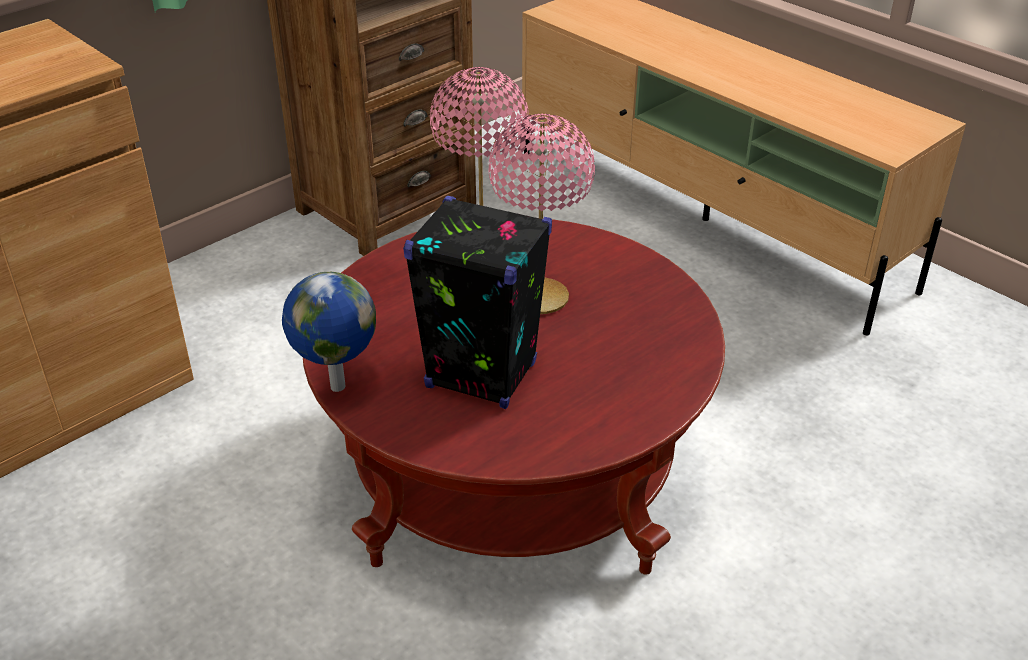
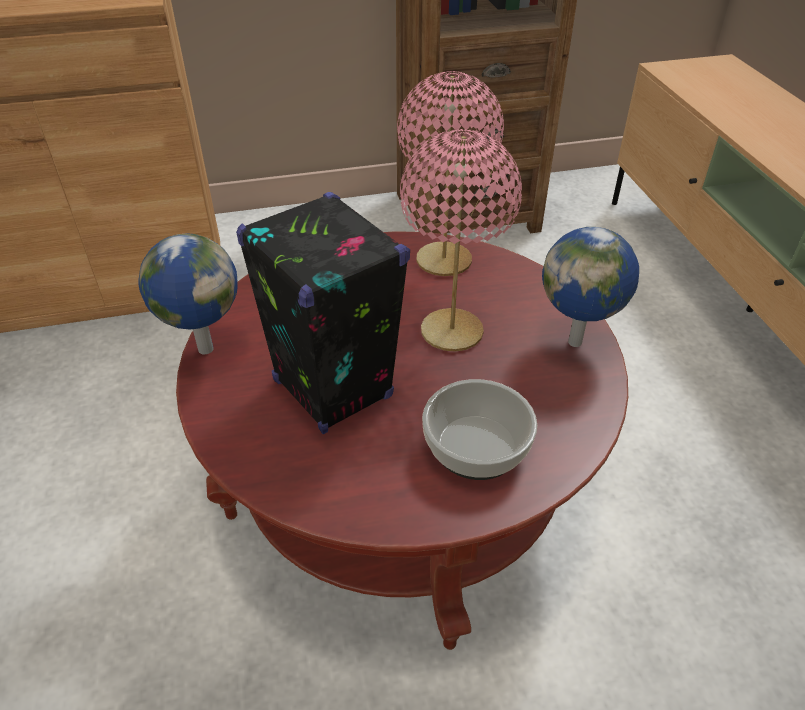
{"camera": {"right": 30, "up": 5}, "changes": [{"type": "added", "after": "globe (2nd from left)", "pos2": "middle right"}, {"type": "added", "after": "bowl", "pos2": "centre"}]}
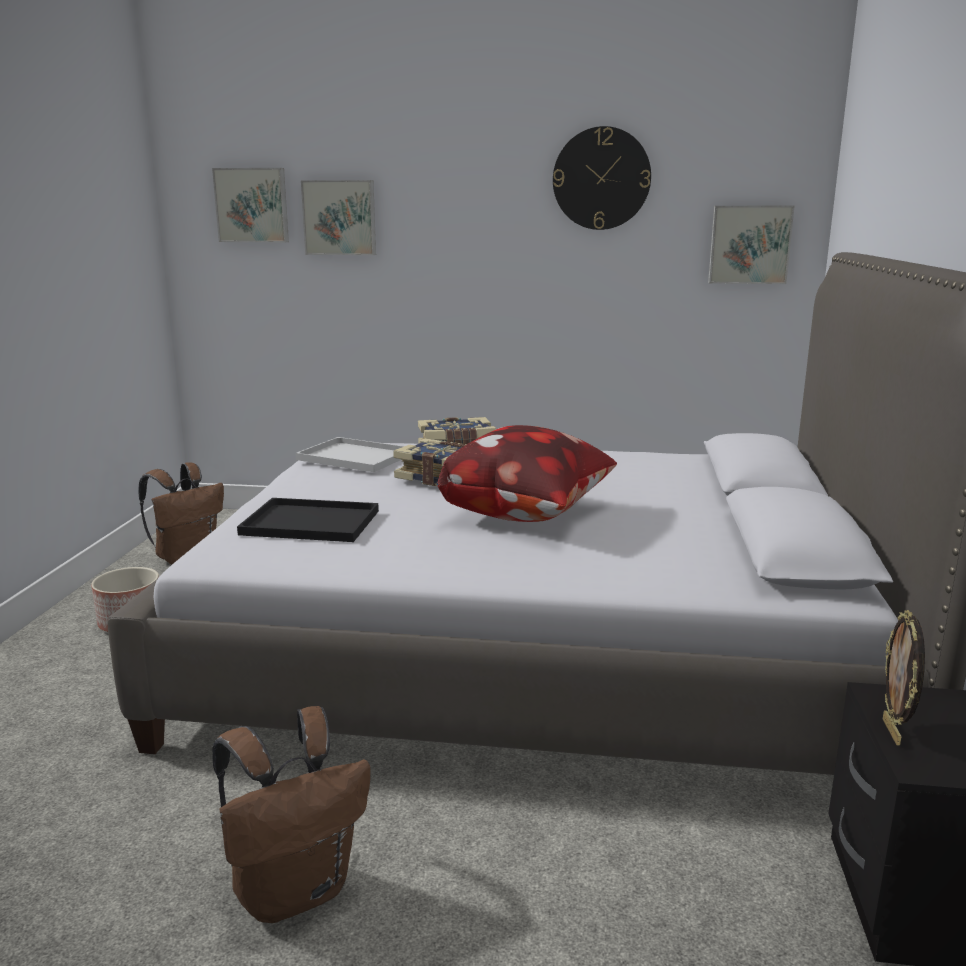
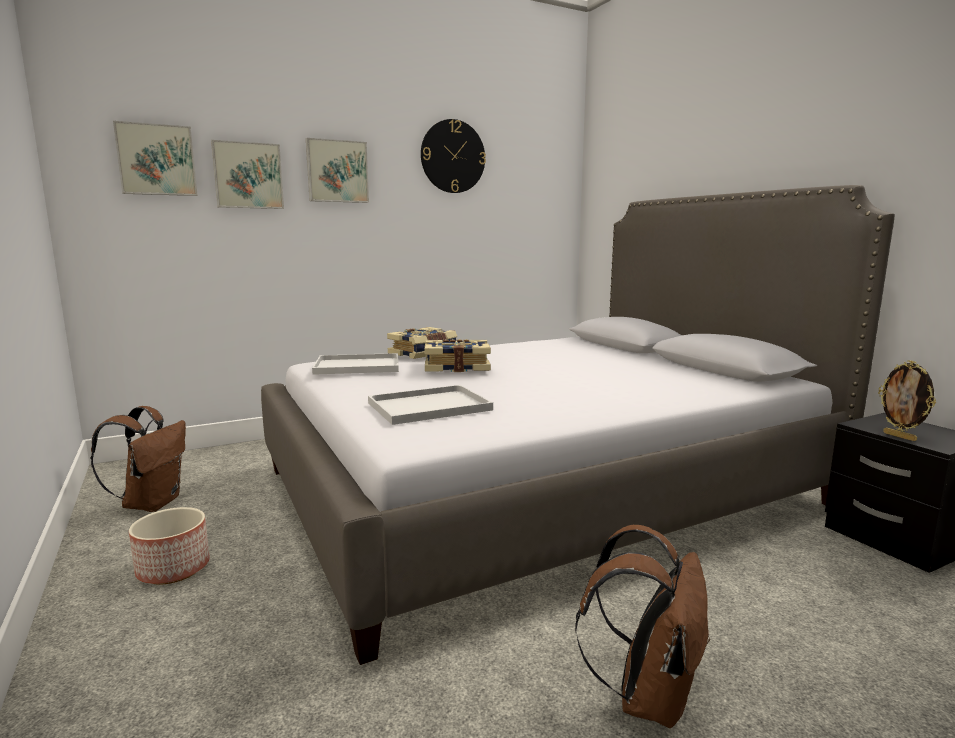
{"camera": {"right": -35, "up": -5}, "changes": [{"type": "moved", "before": "picture (3rd from left)", "pos1": "top right", "pos2": "top centre"}, {"type": "removed", "before": "pillow", "pos1": "centre"}, {"type": "recoloured", "before": "tray (black)", "after": "tray (white) (2nd from left)", "pos1": "middle left", "pos2": "centre"}]}
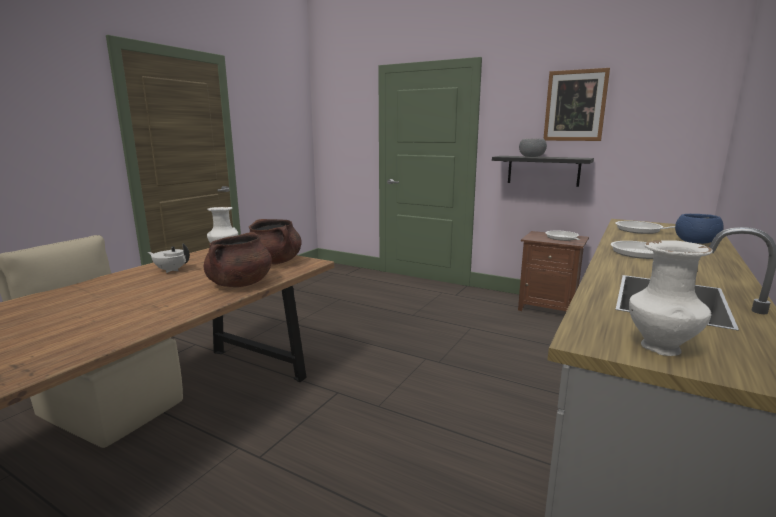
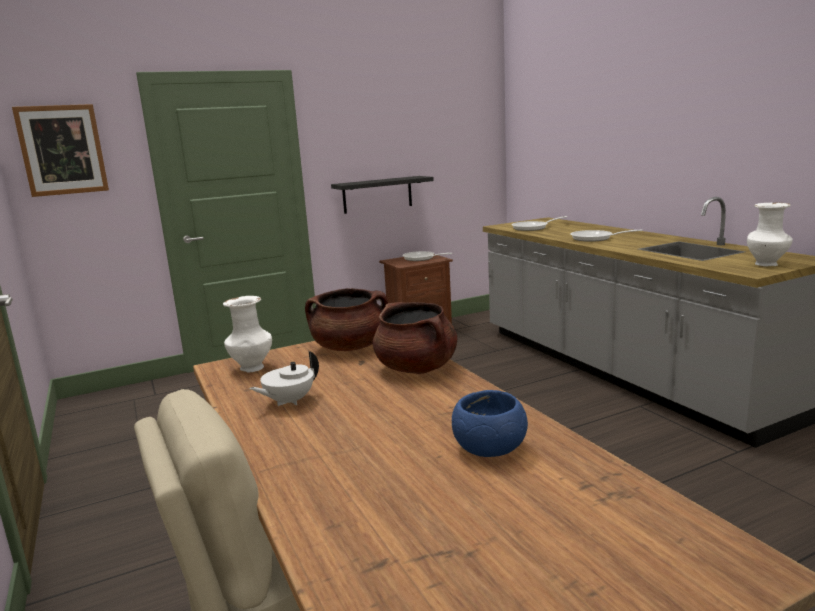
{"camera": {"right": -55, "up": 0}, "changes": [{"type": "moved", "before": "picture", "pos1": "top right", "pos2": "top left"}, {"type": "removed", "before": "bowl (grey)", "pos1": "top right"}, {"type": "moved", "before": "bowl (blue)", "pos1": "middle right", "pos2": "bottom centre"}]}
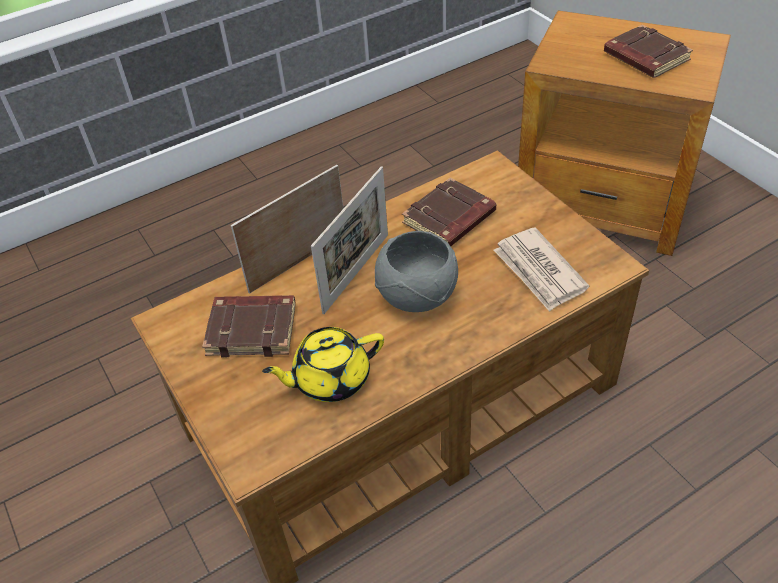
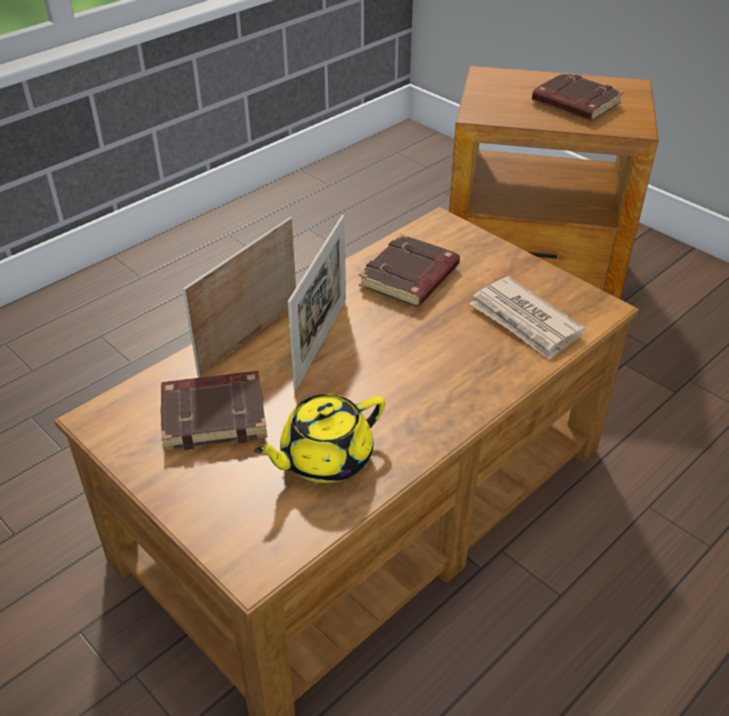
{"camera": {"right": -15, "up": -5}, "changes": [{"type": "removed", "before": "bowl (grey)", "pos1": "centre"}]}
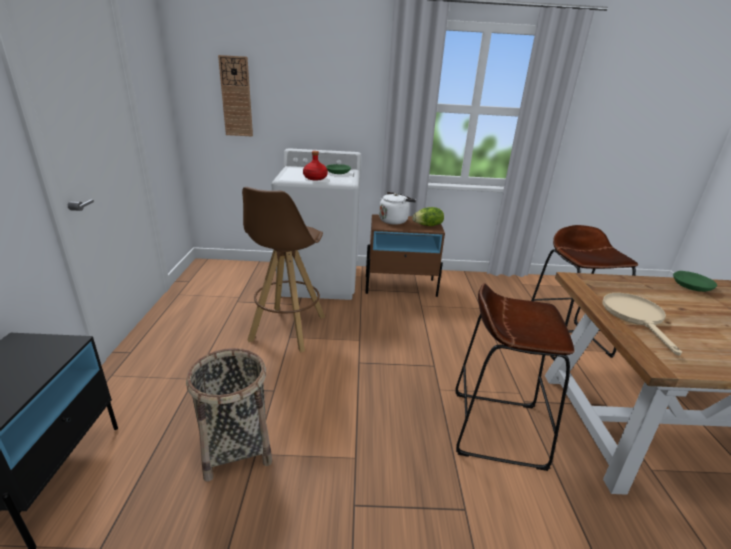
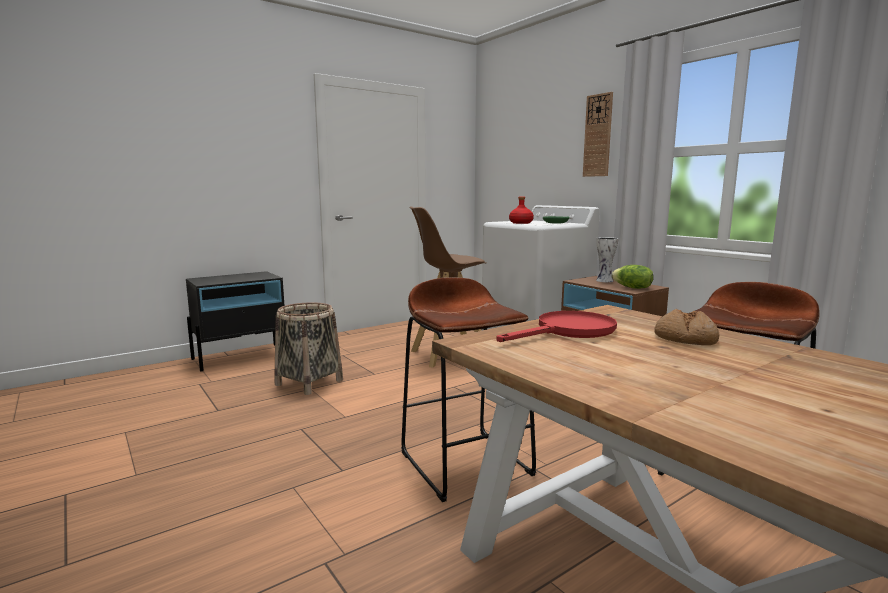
{"camera": {"right": 55, "up": -15}, "changes": [{"type": "moved", "before": "wall clock", "pos1": "top left", "pos2": "top right"}, {"type": "replaced", "before": "kettle (white)", "after": "vase", "pos1": "centre", "pos2": "middle right"}, {"type": "removed", "before": "bowl (green) (2nd from left)", "pos1": "middle right"}, {"type": "recoloured", "before": "frying pan (beige)", "after": "frying pan (red)", "pos1": "middle right", "pos2": "centre"}, {"type": "added", "after": "bread", "pos2": "middle right"}]}
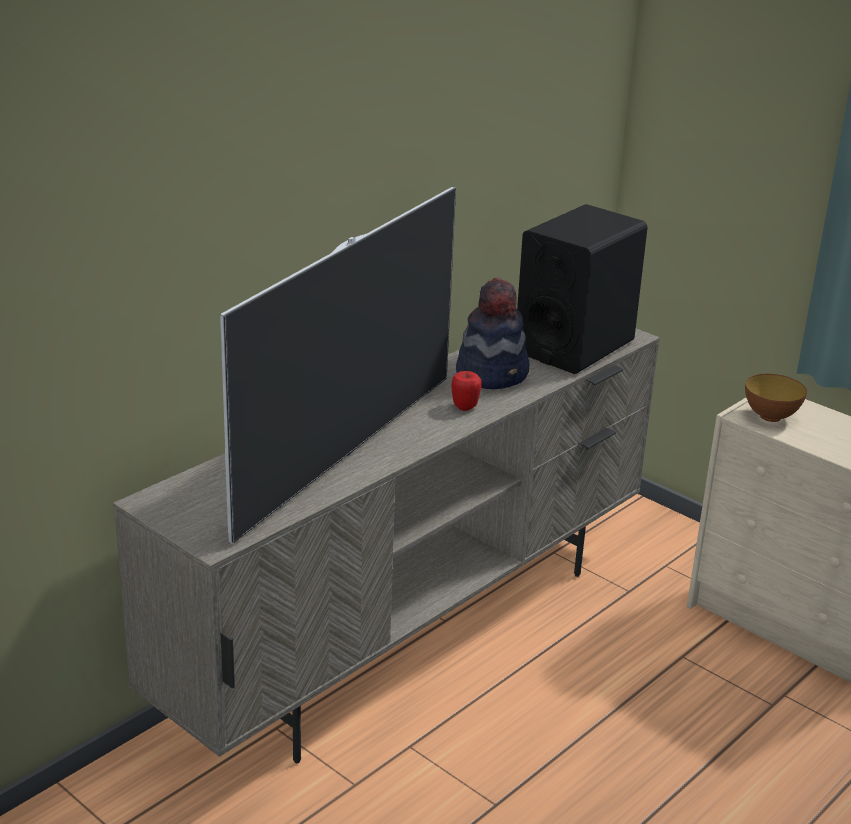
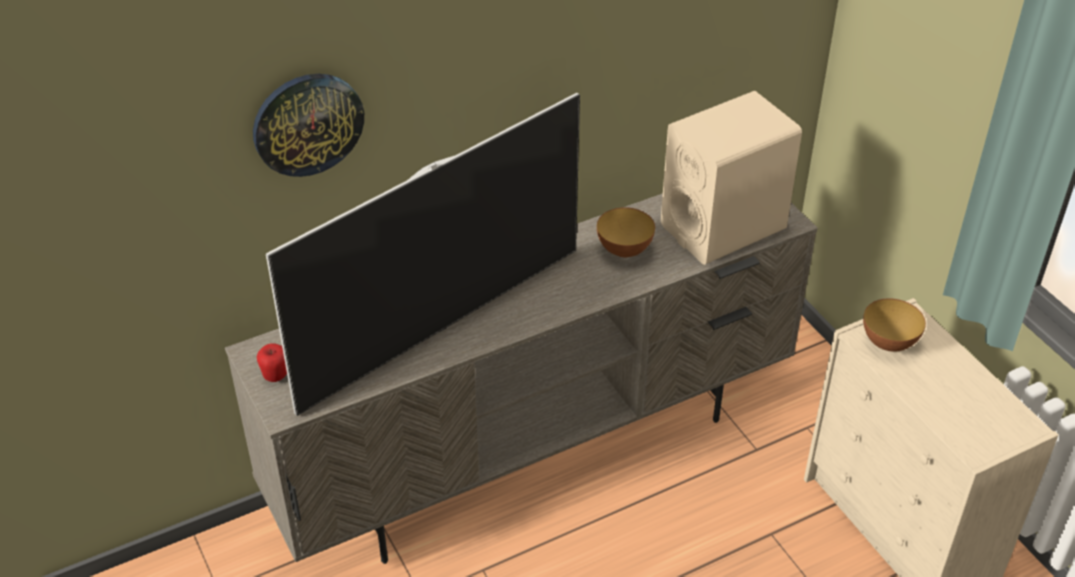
{"camera": {"right": 20, "up": 15}, "changes": [{"type": "recoloured", "before": "speaker (black)", "after": "speaker (beige)", "pos1": "middle right", "pos2": "top right"}, {"type": "replaced", "before": "hat", "after": "bowl (1st from left)", "pos1": "centre", "pos2": "centre"}, {"type": "moved", "before": "apple", "pos1": "centre", "pos2": "middle left"}, {"type": "added", "after": "wall clock", "pos2": "top left"}]}
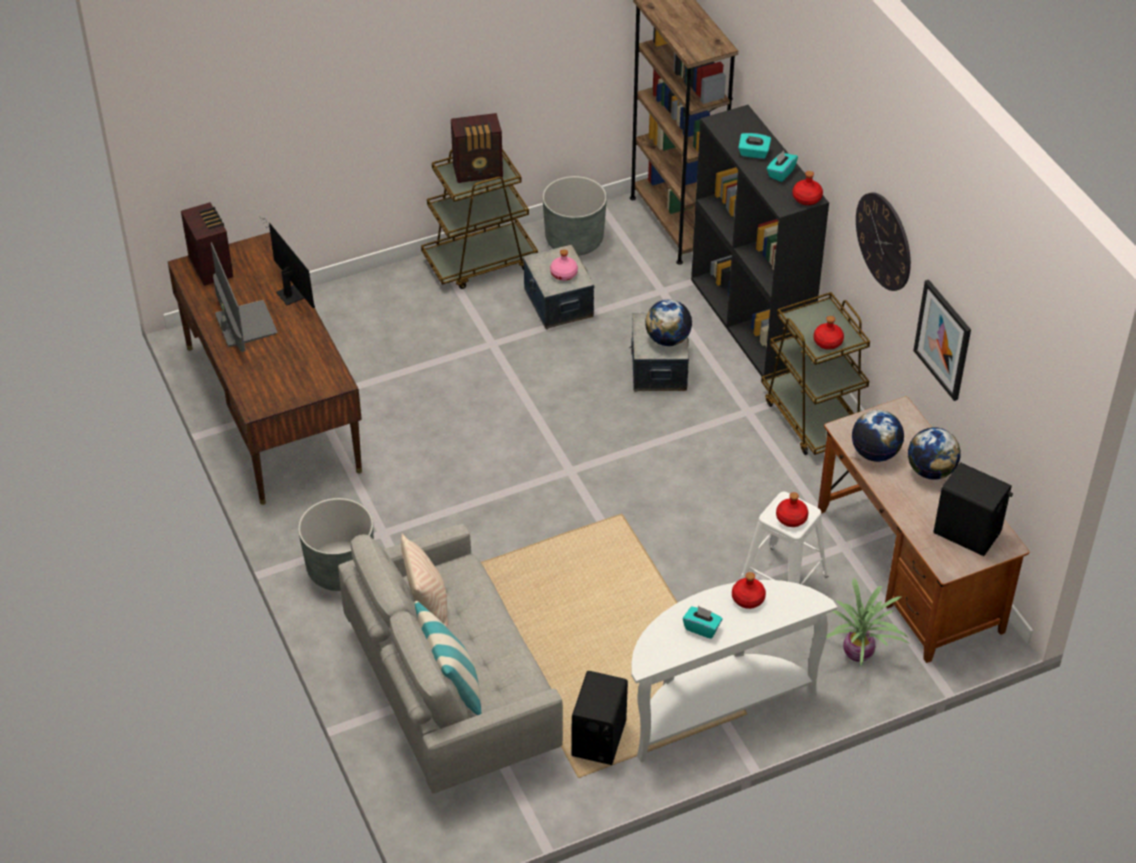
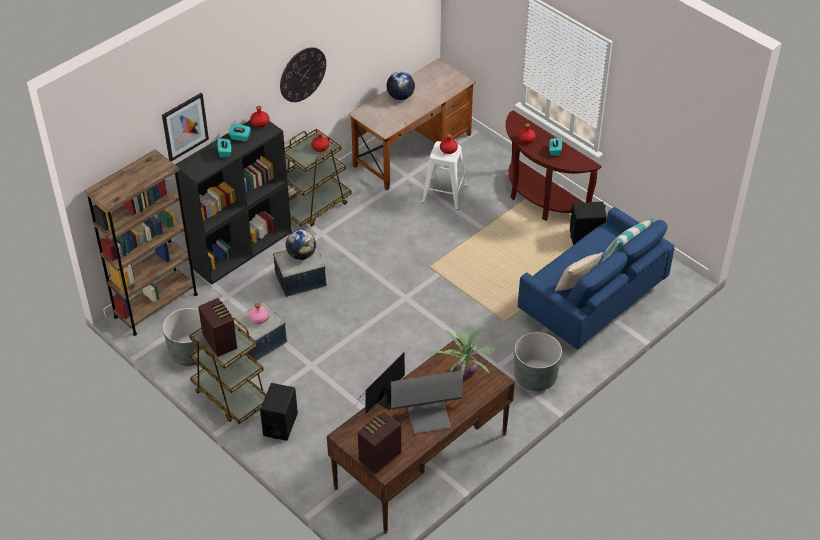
{"camera": {"right": -110, "up": 0}, "changes": [{"type": "turned", "before": "monitor (1st from left in the first image)", "pos1": "middle left", "pos2": "bottom centre", "turn": -150}, {"type": "moved", "before": "picture", "pos1": "middle right", "pos2": "top left"}, {"type": "removed", "before": "globe (2nd from left)", "pos1": "middle right"}, {"type": "moved", "before": "speaker (black) (2nd from left in the first image)", "after": "speaker (black) (1st from left)", "pos1": "middle right", "pos2": "bottom centre"}, {"type": "recoloured", "before": "sofa (grey)", "after": "sofa (blue)", "pos1": "bottom centre", "pos2": "middle right"}, {"type": "moved", "before": "potted plant", "pos1": "bottom right", "pos2": "centre"}, {"type": "recoloured", "before": "console table (white)", "after": "console table (brown)", "pos1": "bottom centre", "pos2": "top right"}]}
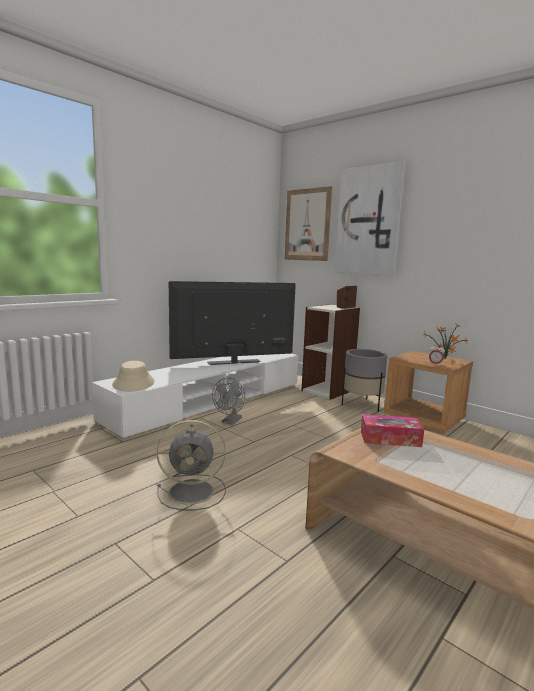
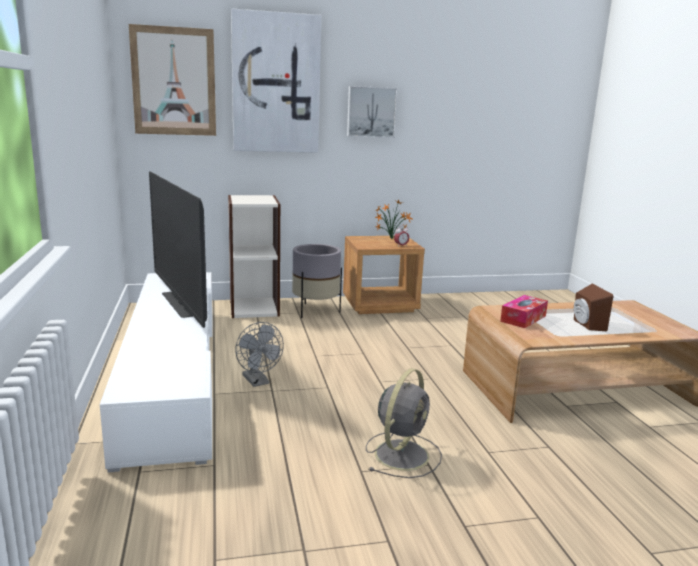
{"camera": {"right": -55, "up": 5}, "changes": [{"type": "turned", "before": "television", "pos1": "centre", "pos2": "middle left", "turn": -45}, {"type": "moved", "before": "speaker (brown)", "pos1": "centre", "pos2": "middle right"}, {"type": "removed", "before": "hat (beige)", "pos1": "middle left"}, {"type": "added", "after": "picture (3rd from left)", "pos2": "top centre"}]}
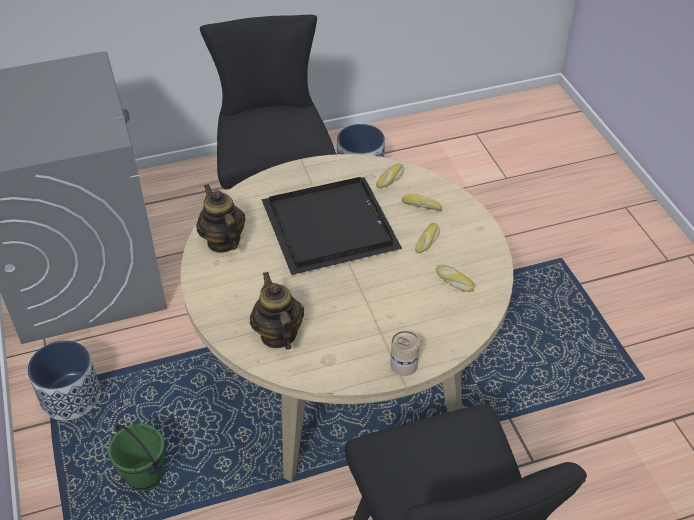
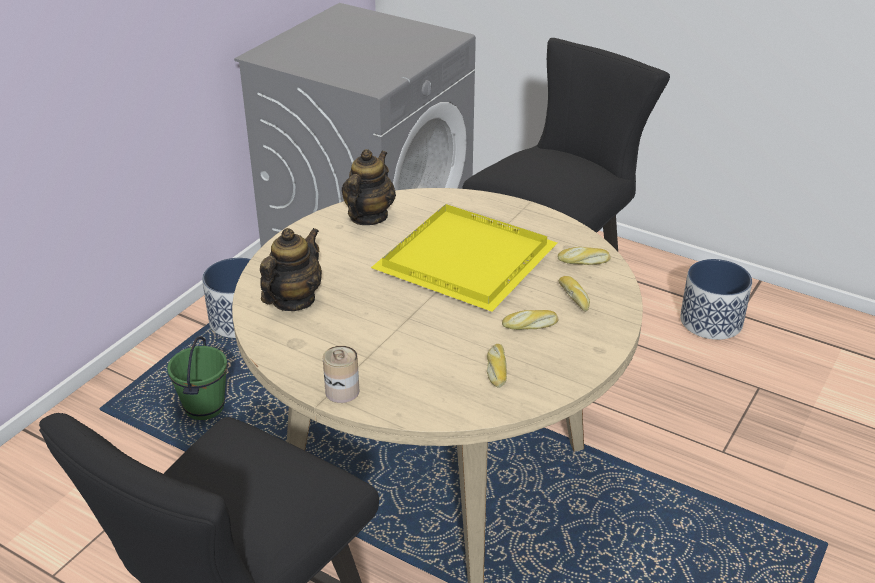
{"camera": {"right": 50, "up": -10}, "changes": [{"type": "recoloured", "before": "tray (black)", "after": "tray (yellow)", "pos1": "centre", "pos2": "centre"}]}
